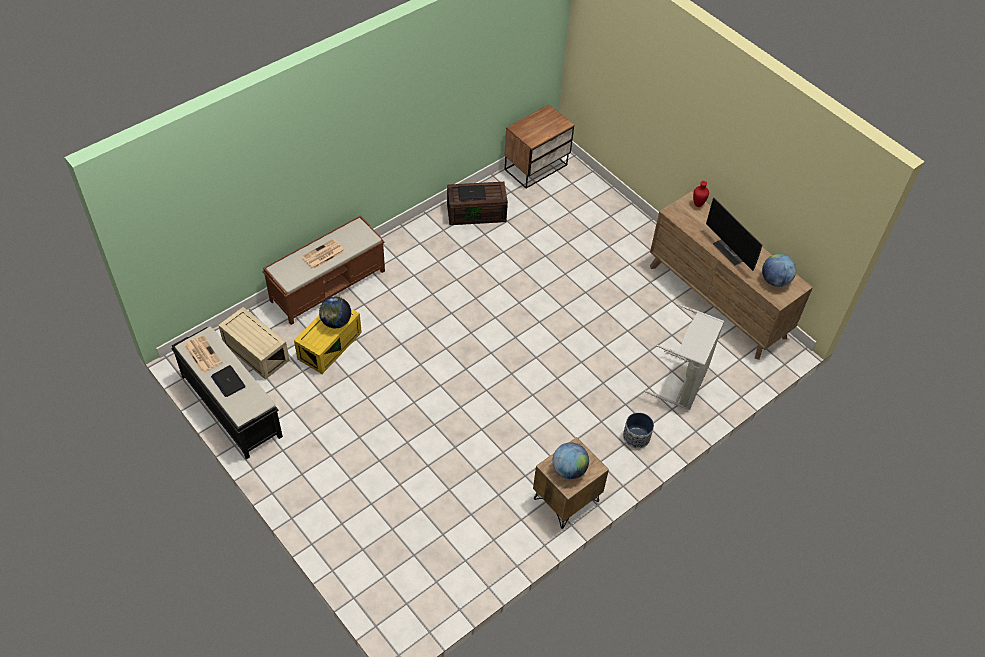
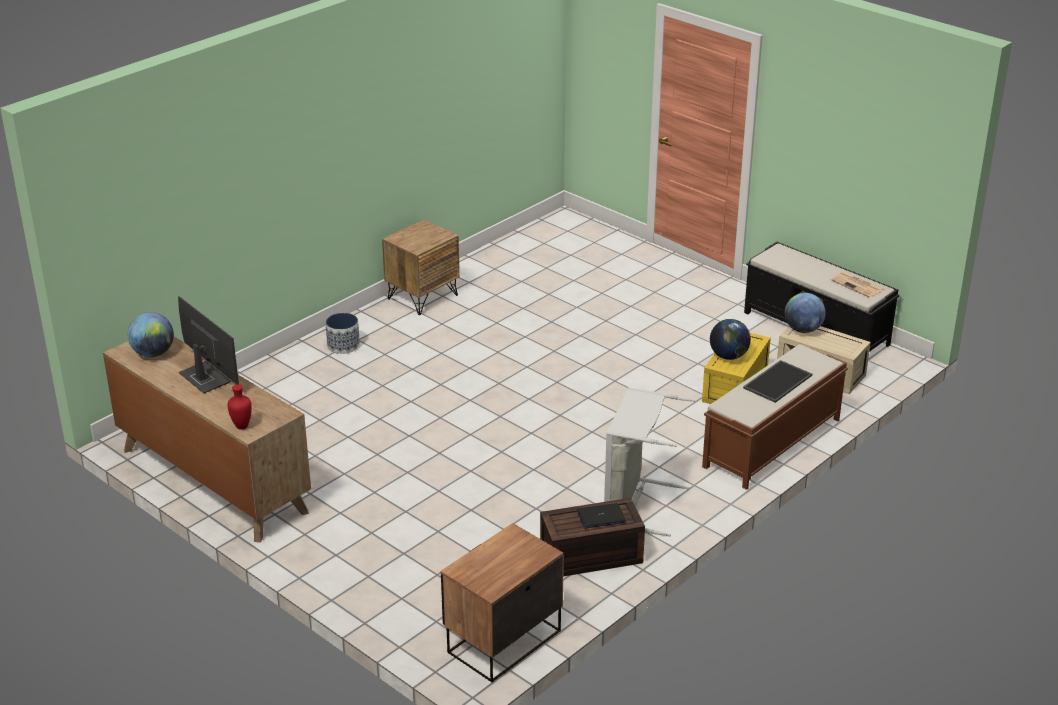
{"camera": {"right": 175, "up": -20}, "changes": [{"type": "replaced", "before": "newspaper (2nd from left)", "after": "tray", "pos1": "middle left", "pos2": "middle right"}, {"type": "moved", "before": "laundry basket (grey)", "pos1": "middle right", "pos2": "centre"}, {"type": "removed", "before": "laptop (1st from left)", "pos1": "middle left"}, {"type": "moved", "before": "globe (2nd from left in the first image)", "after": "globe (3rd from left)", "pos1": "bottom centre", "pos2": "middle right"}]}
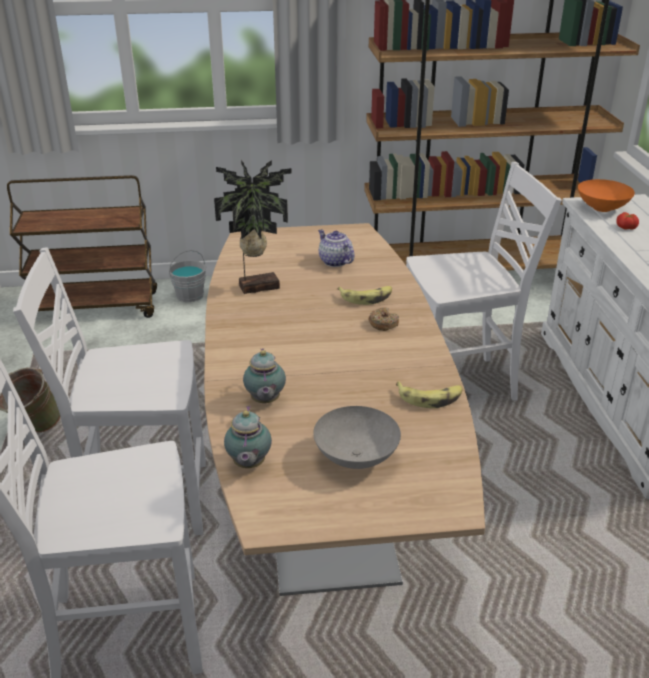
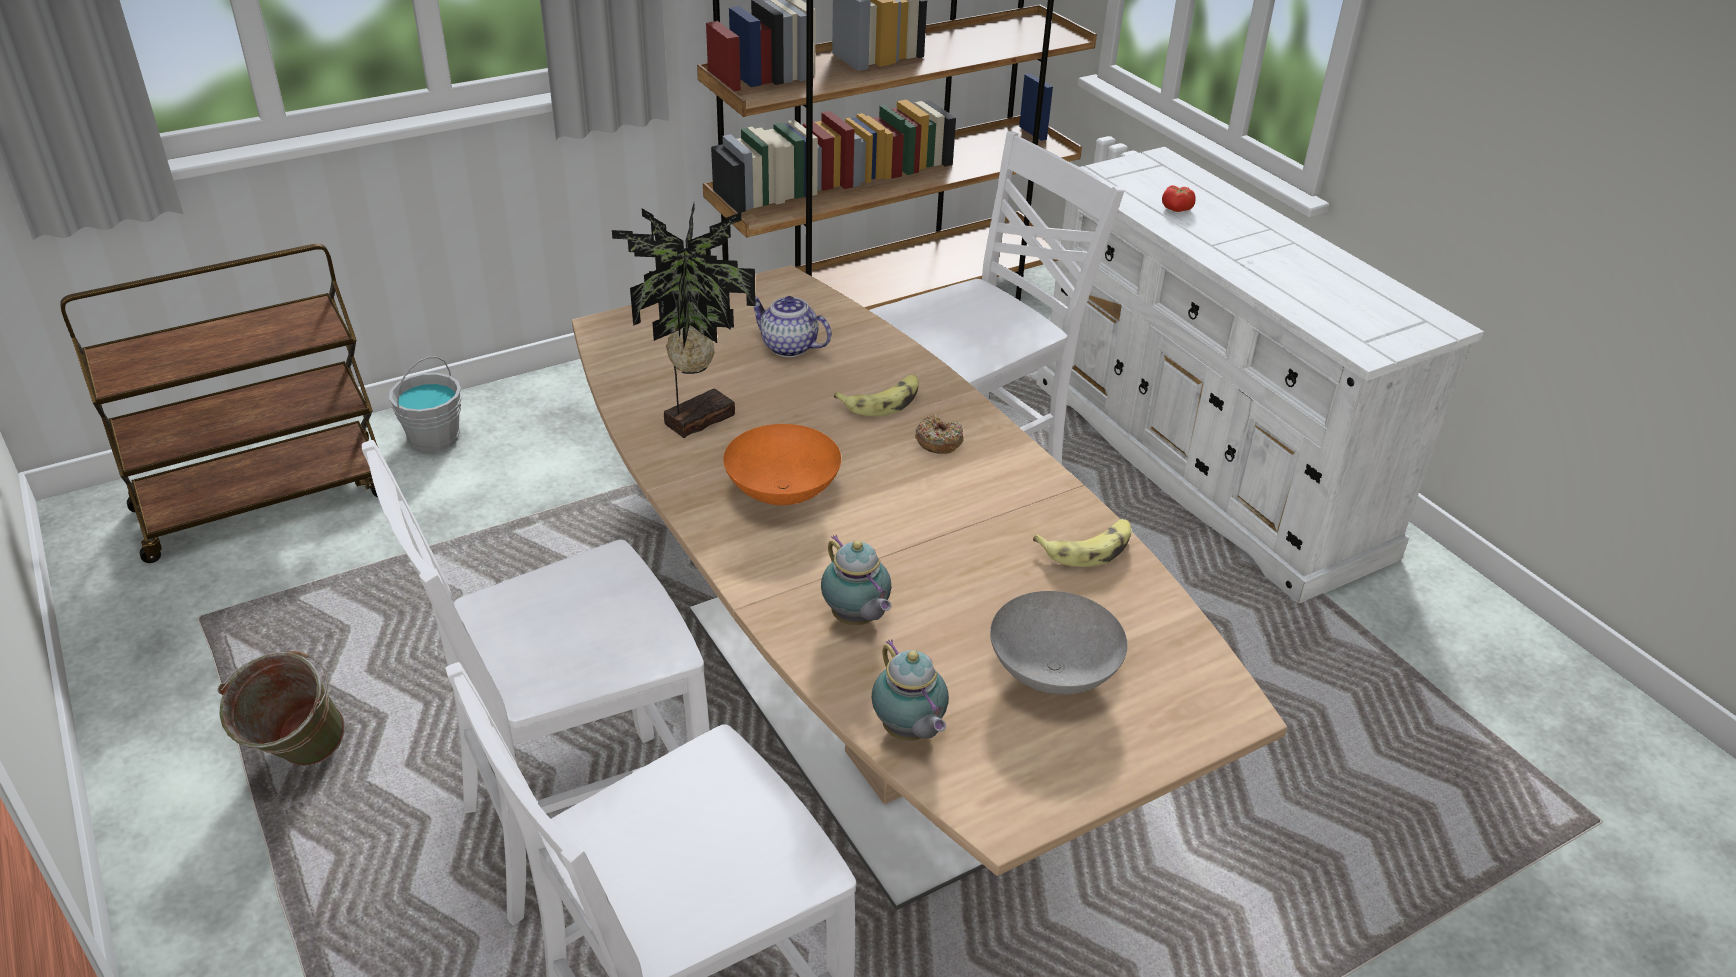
{"camera": {"right": -25, "up": 5}, "changes": [{"type": "moved", "before": "bowl (orange)", "pos1": "top right", "pos2": "centre"}]}
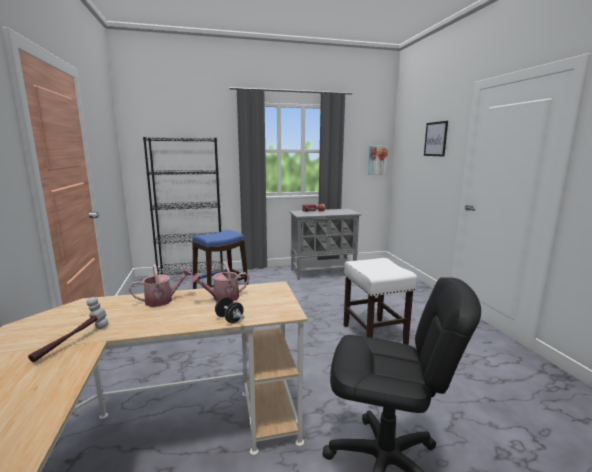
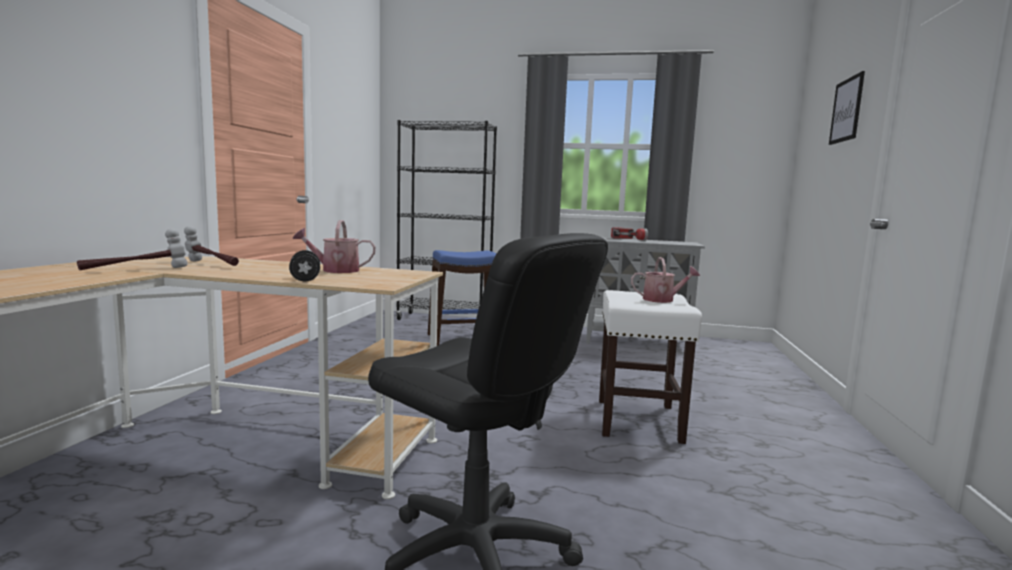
{"camera": {"right": 25, "up": -5}, "changes": [{"type": "removed", "before": "picture (1st from left)", "pos1": "centre"}, {"type": "moved", "before": "watering can (1st from left in the first image)", "after": "watering can (2nd from left)", "pos1": "middle left", "pos2": "centre"}, {"type": "added", "after": "hammer (2nd from left)", "pos2": "middle left"}]}
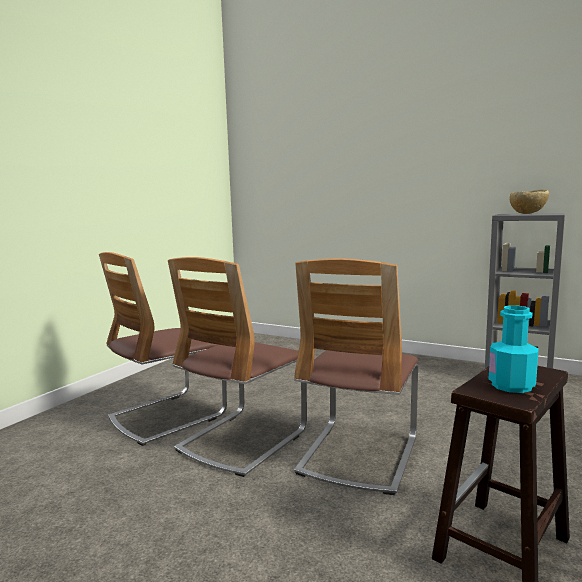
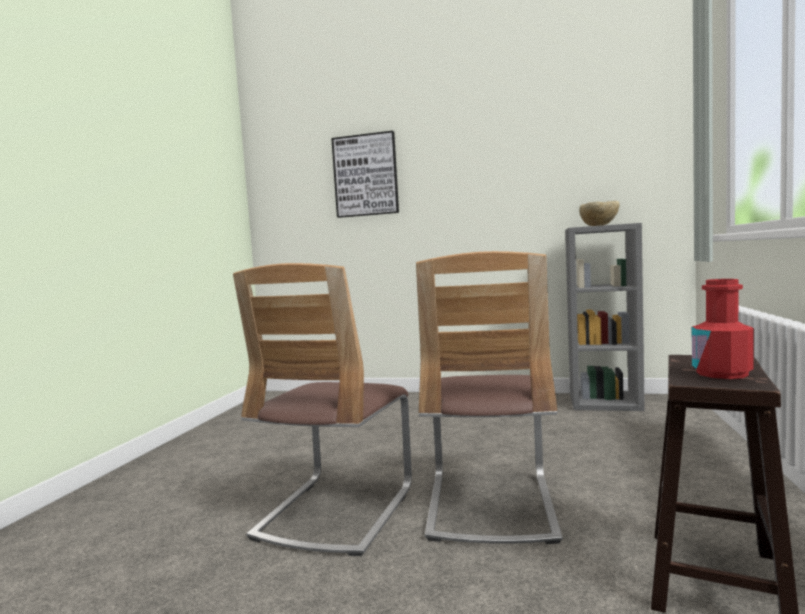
{"camera": {"right": -15, "up": -5}, "changes": [{"type": "removed", "before": "chair (1st from left)", "pos1": "middle left"}, {"type": "recoloured", "before": "bottle (turquoise)", "after": "bottle (red)", "pos1": "middle right", "pos2": "middle right"}, {"type": "added", "after": "picture", "pos2": "top centre"}]}
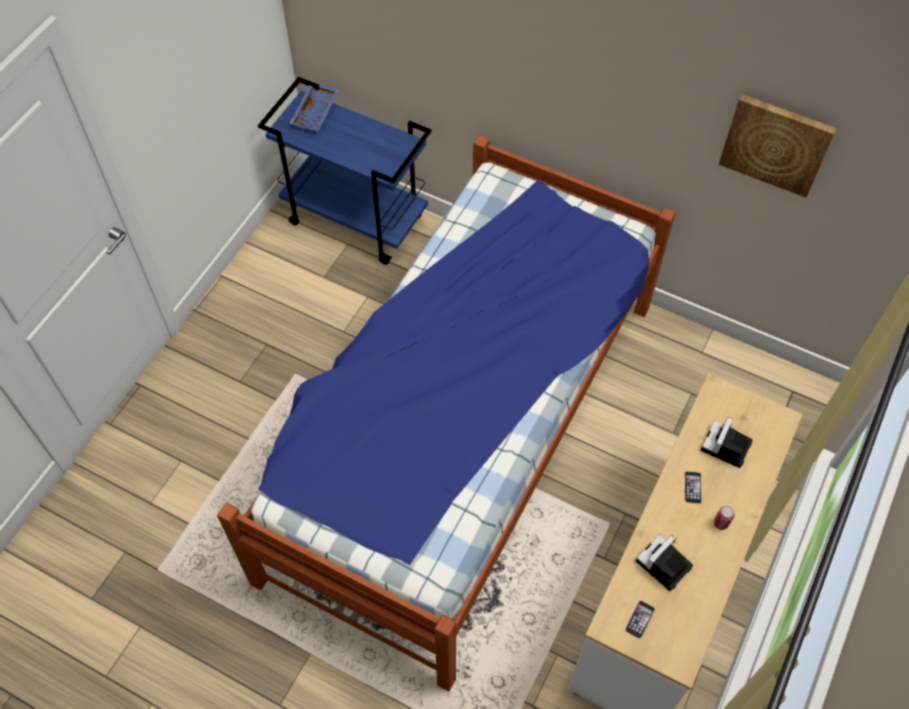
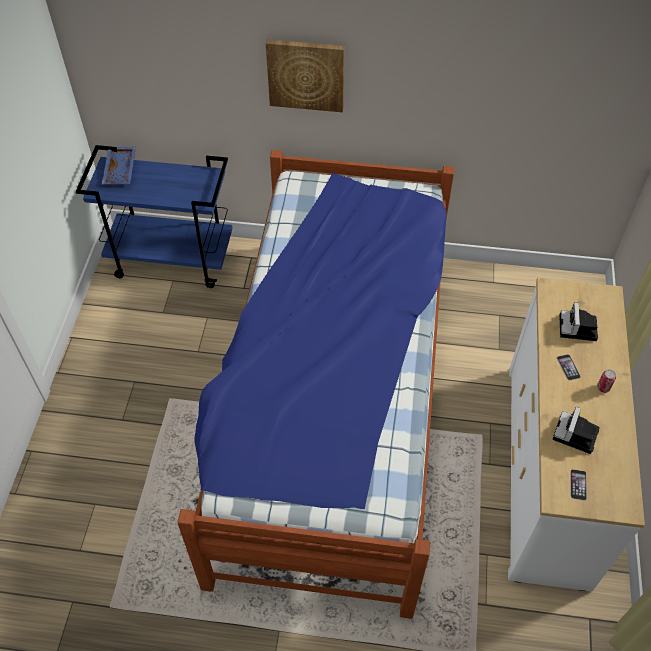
{"camera": {"right": -20, "up": -5}, "changes": [{"type": "moved", "before": "picture", "pos1": "top right", "pos2": "top centre"}]}
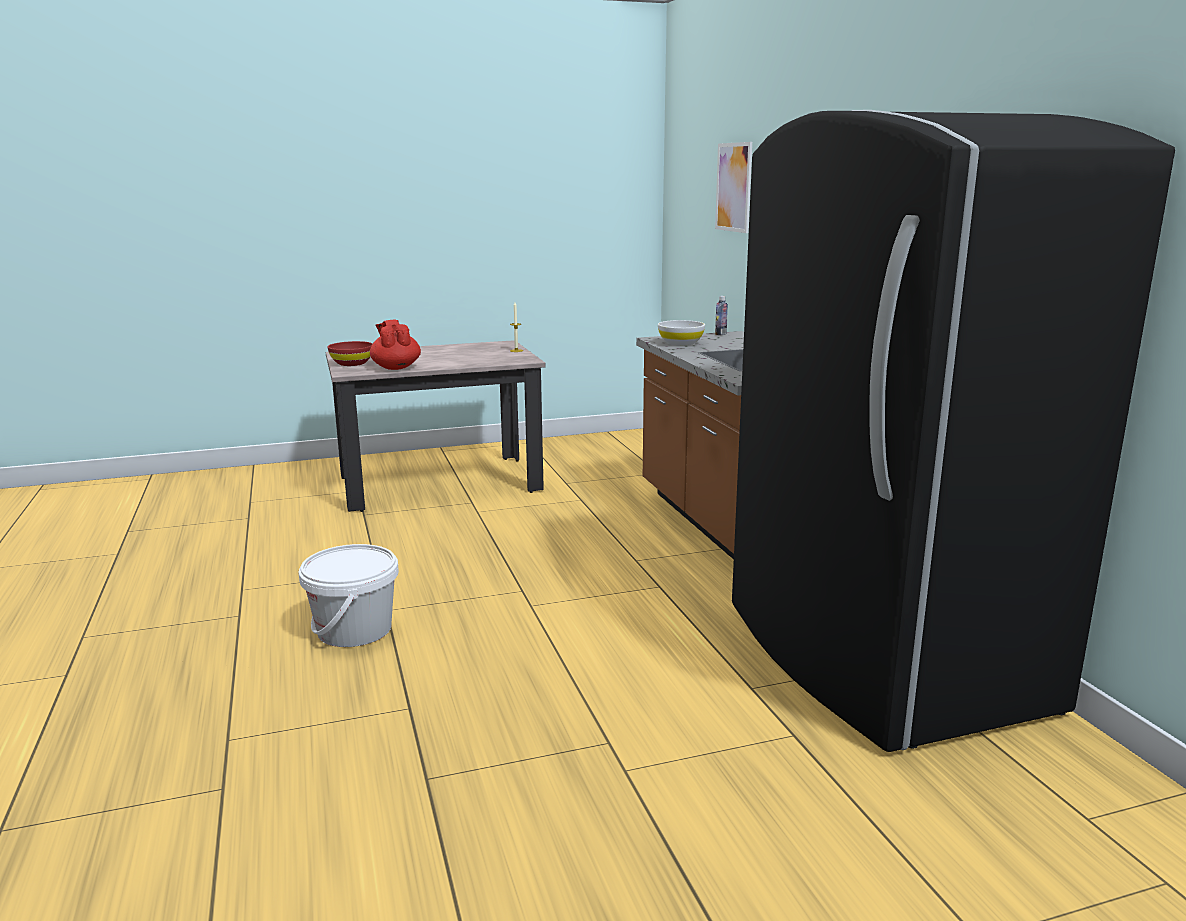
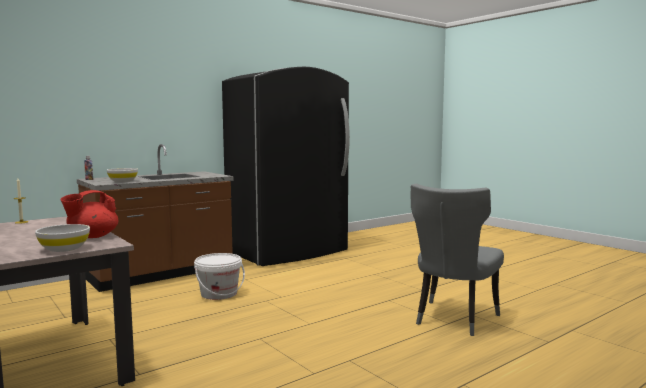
{"camera": {"right": -110, "up": -10}, "changes": [{"type": "removed", "before": "picture", "pos1": "top centre"}, {"type": "recoloured", "before": "bowl (red)", "after": "bowl (white) (1st from left)", "pos1": "middle left", "pos2": "middle left"}, {"type": "moved", "before": "bucket (white)", "pos1": "middle left", "pos2": "bottom centre"}, {"type": "added", "after": "chair (grey)", "pos2": "bottom right"}]}
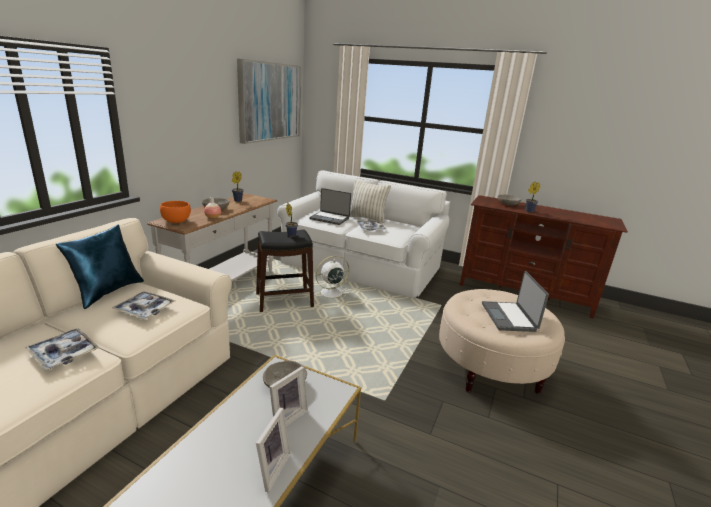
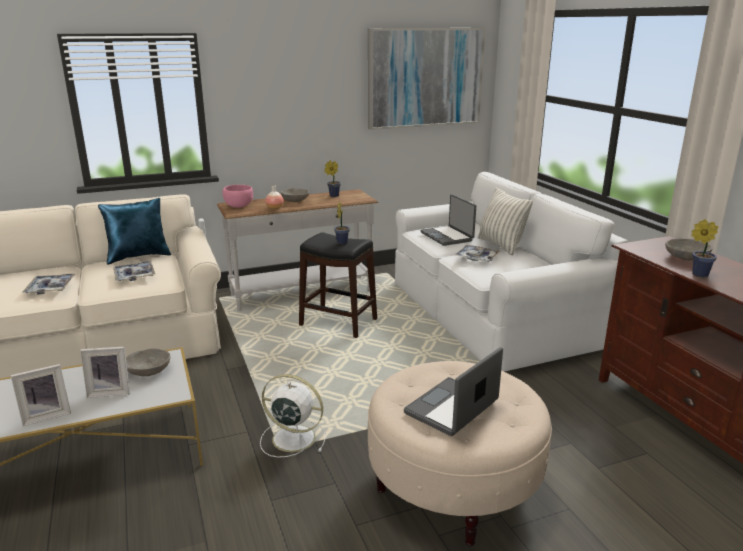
{"camera": {"right": 45, "up": 0}, "changes": [{"type": "recoloured", "before": "bowl (orange)", "after": "bowl (pink)", "pos1": "middle left", "pos2": "middle left"}, {"type": "moved", "before": "fan (white)", "pos1": "centre", "pos2": "bottom centre"}]}
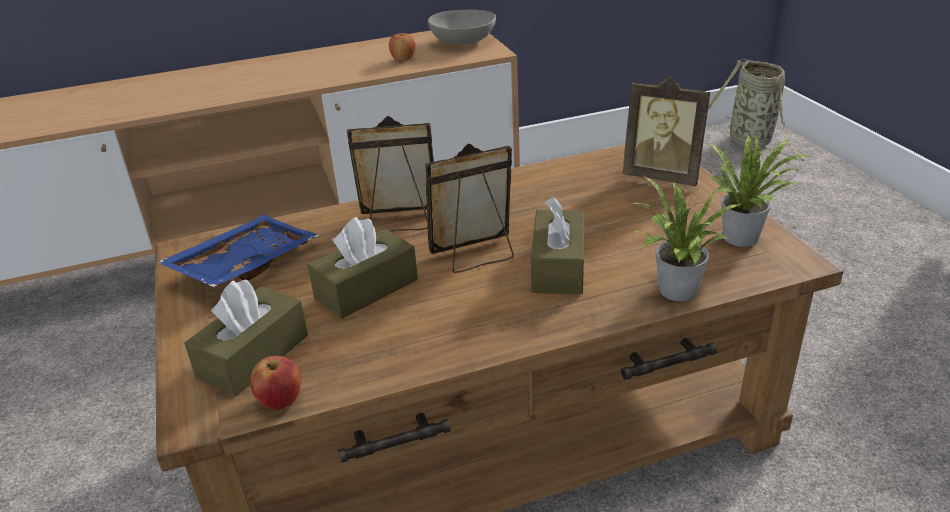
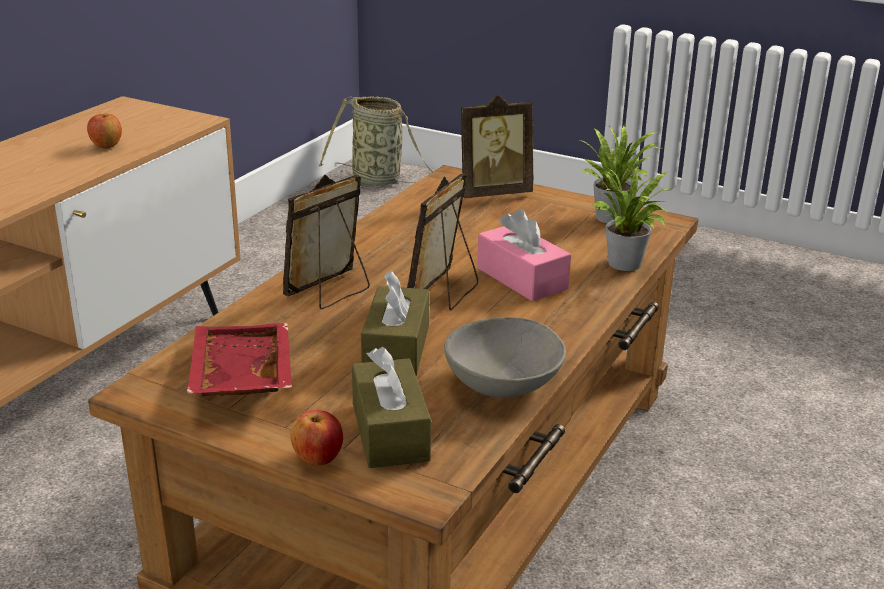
{"camera": {"right": -45, "up": -5}, "changes": [{"type": "moved", "before": "bowl (grey)", "pos1": "top centre", "pos2": "centre"}, {"type": "recoloured", "before": "tissue box (brown) (3rd from left)", "after": "tissue box (pink)", "pos1": "centre", "pos2": "centre"}, {"type": "recoloured", "before": "tray (blue)", "after": "tray (red)", "pos1": "middle left", "pos2": "middle left"}, {"type": "moved", "before": "apple (1st from left in the first image)", "after": "apple (2nd from left)", "pos1": "bottom left", "pos2": "bottom centre"}]}
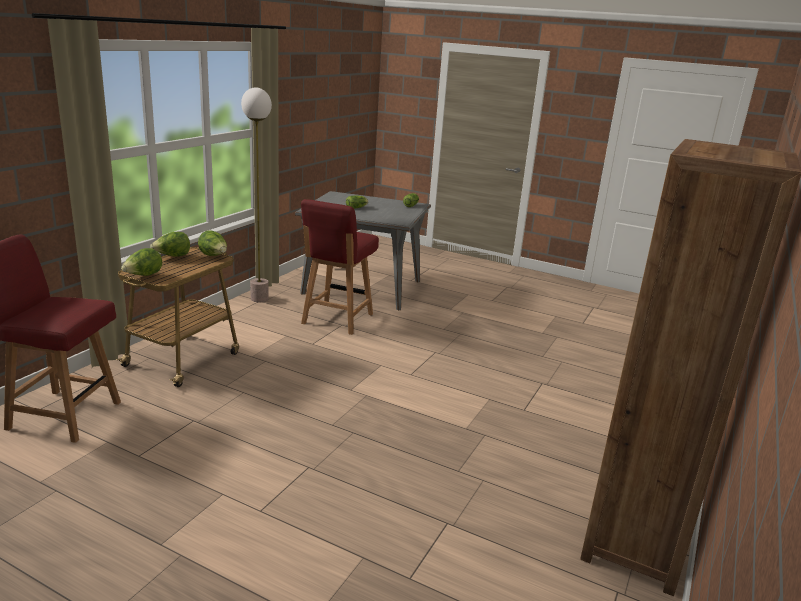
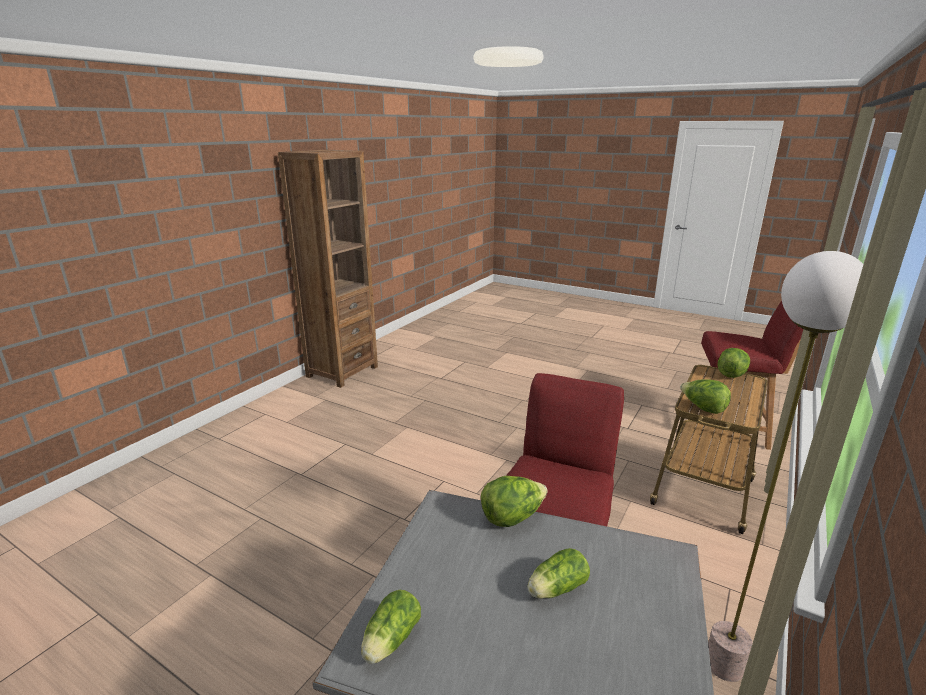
{"camera": {"right": -175, "up": 0}, "changes": [{"type": "moved", "before": "lettuce (2nd from left)", "pos1": "middle left", "pos2": "bottom centre"}]}
